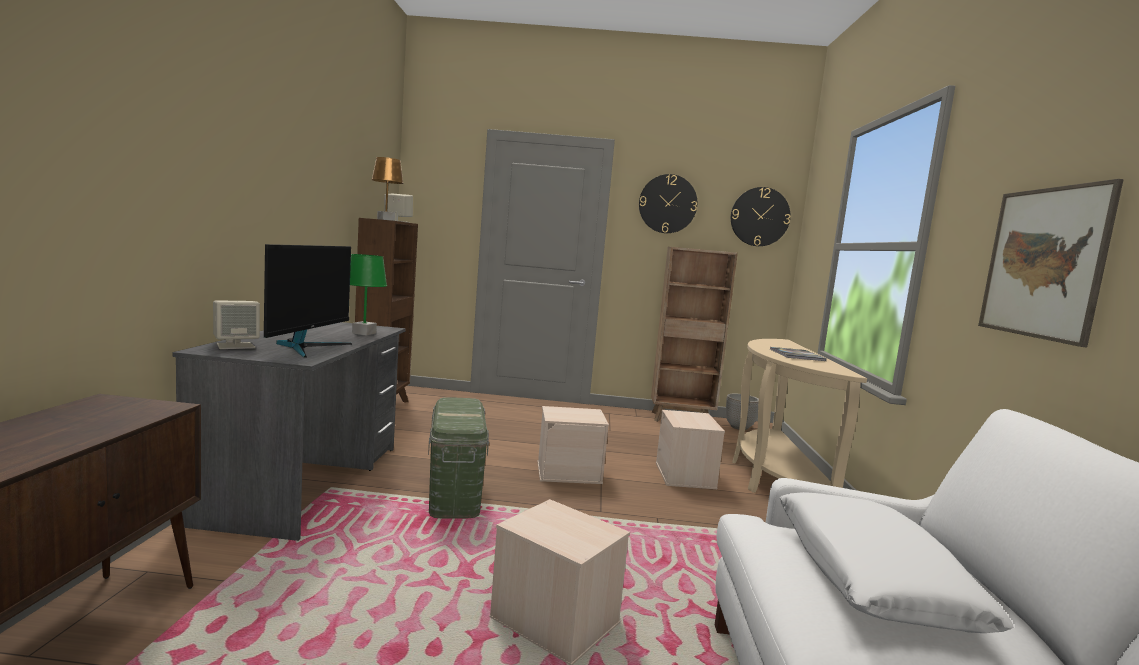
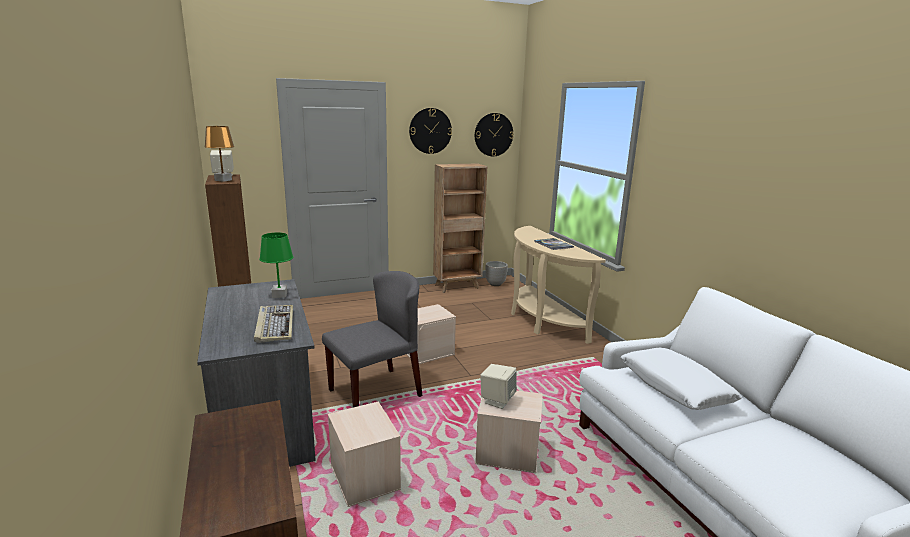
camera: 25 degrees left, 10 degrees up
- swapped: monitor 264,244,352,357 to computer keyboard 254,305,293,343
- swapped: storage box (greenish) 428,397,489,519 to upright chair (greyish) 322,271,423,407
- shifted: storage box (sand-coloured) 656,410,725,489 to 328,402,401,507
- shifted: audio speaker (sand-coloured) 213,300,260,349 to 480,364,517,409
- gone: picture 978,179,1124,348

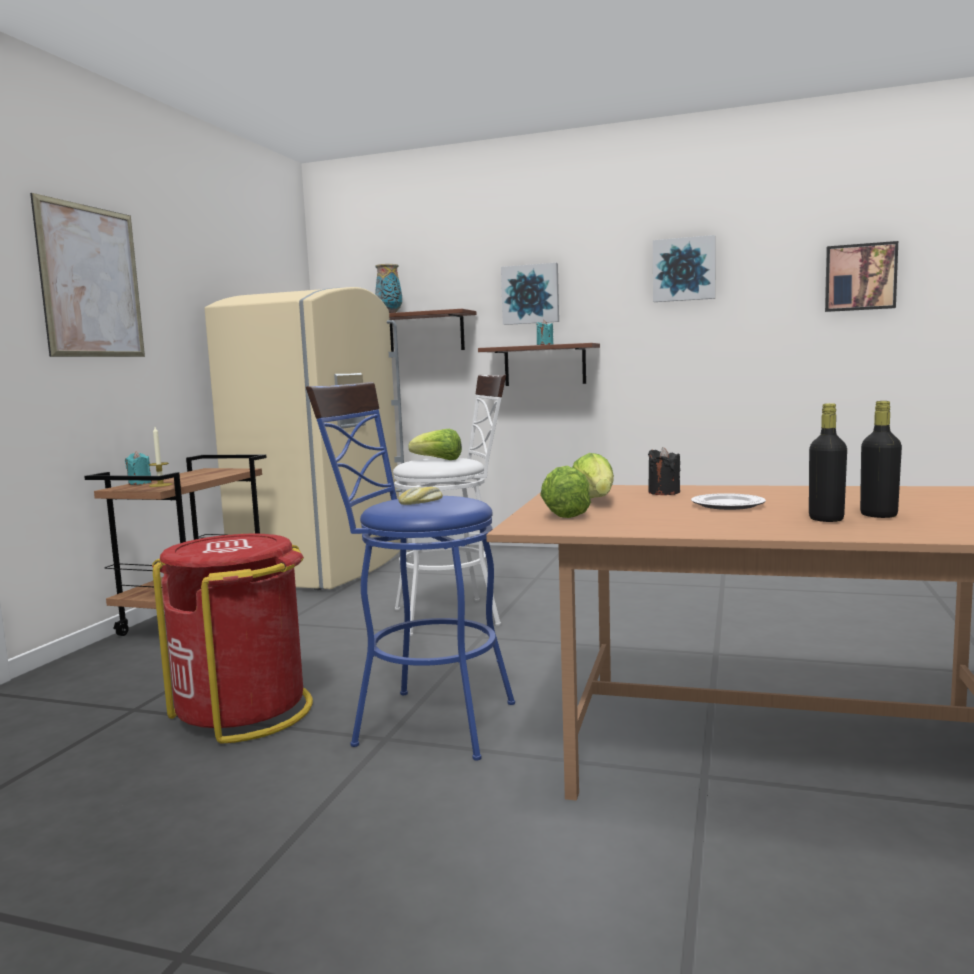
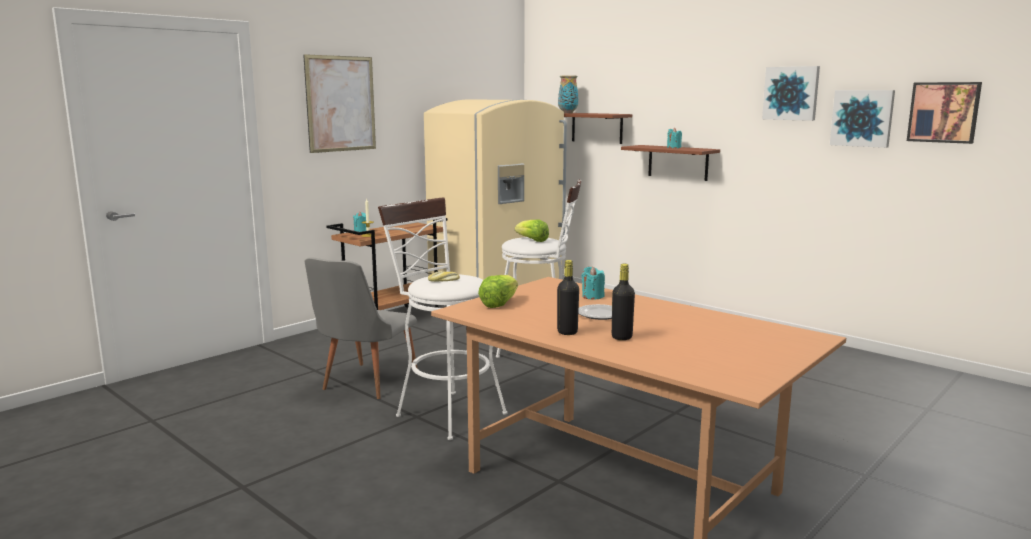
camera: 25 degrees right, 5 degrees up
- swapped: rubbish bin (reddish) 152,533,313,744 to upright chair (greyish) 305,257,418,399
- repainted: sitting stool (blue) 306,382,515,761 to sitting stool (whitish) 378,197,507,440
- shifted: bottle (blackish) 860,401,902,518 to 557,260,579,335
- repainted: candle (blackish) 648,447,680,495 to candle (blue-green) 582,266,605,300
- shifted: picture 501,263,559,325 to 830,90,895,148
- gone: lettuce 572,453,614,498

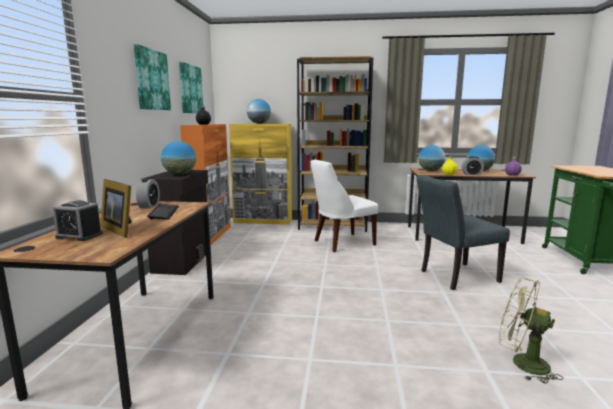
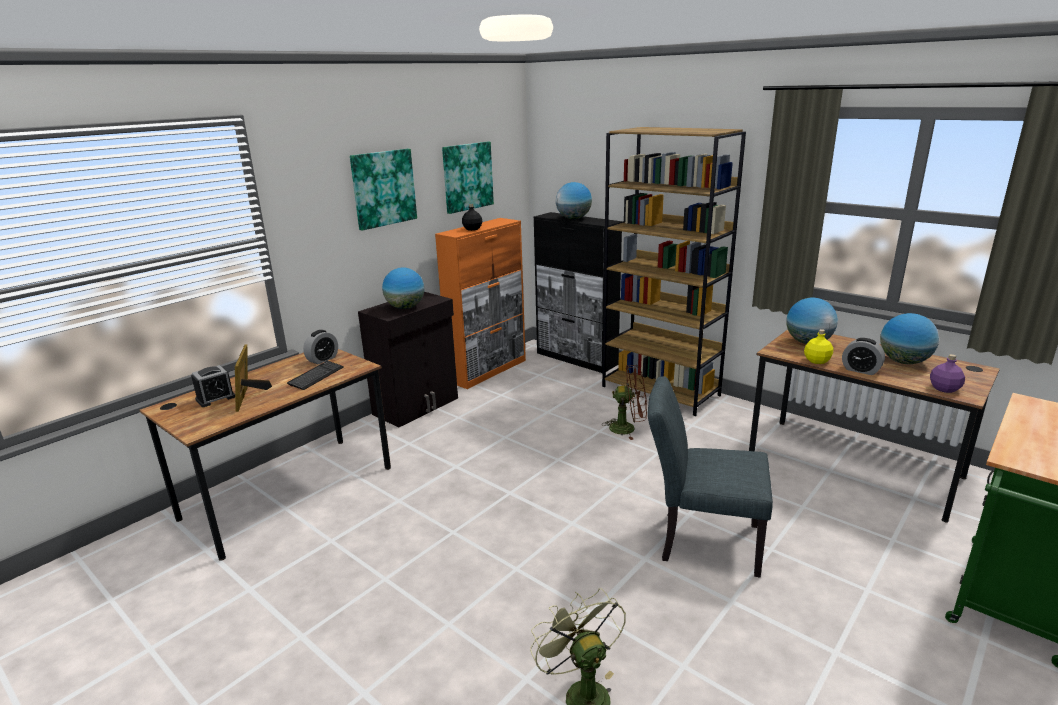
camera: 35 degrees right, 10 degrees up
- rotated: bedside clock 52,200,103,241 = 191,365,235,407 90 degrees counterclockwise
- repainted: storage cabinet (yellowish) 229,124,292,225 to storage cabinet (blackish) 534,212,622,373
- swapped: upright chair (whitish) 311,159,378,252 to fan (brown) 602,365,647,440

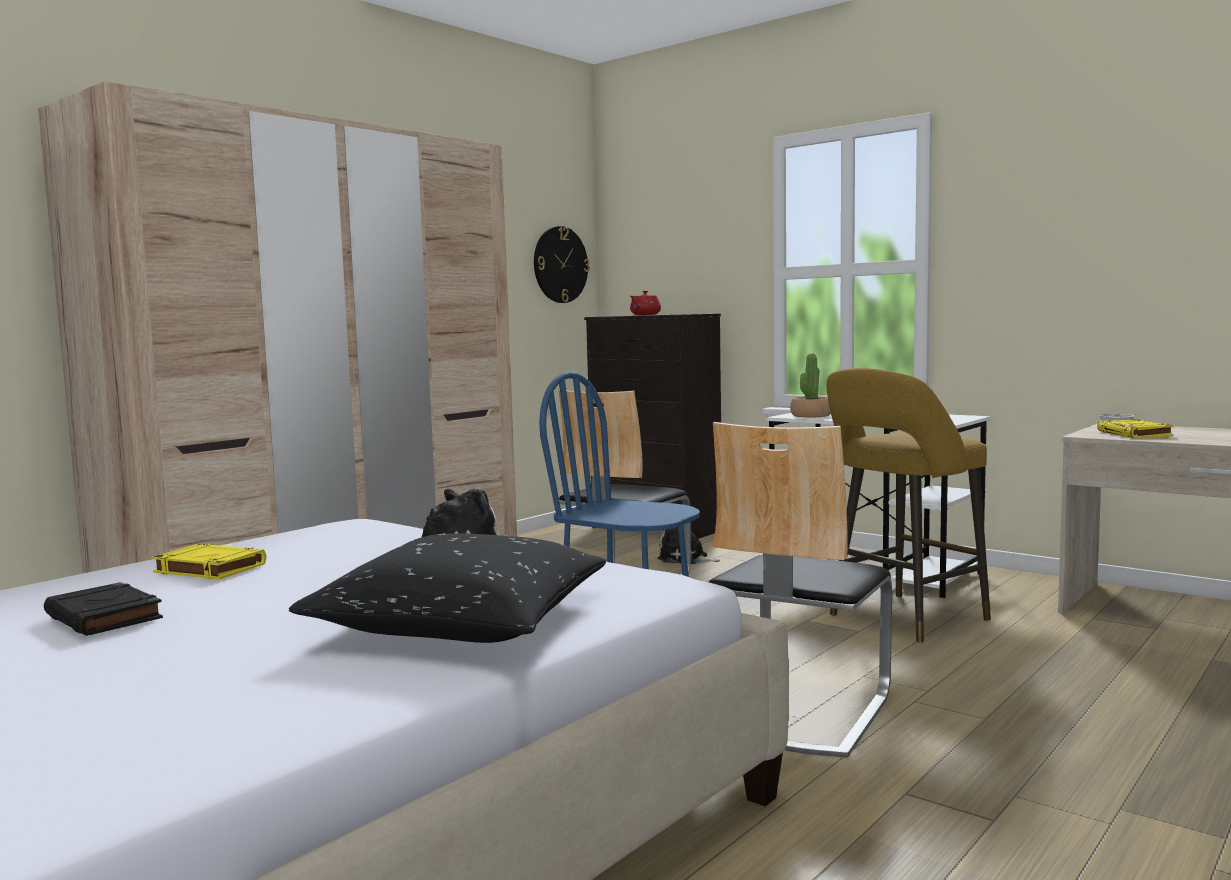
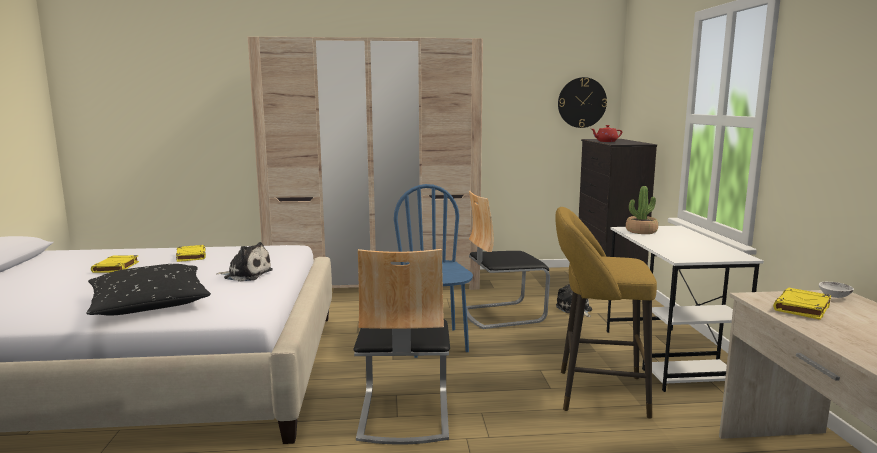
camera: 45 degrees right, 5 degrees up
- repainted: book (blackish) 44,582,163,636 to book (yellowish) 91,255,139,273
- rotated: upright chair 709,422,892,758 = 353,249,450,445 75 degrees counterclockwise

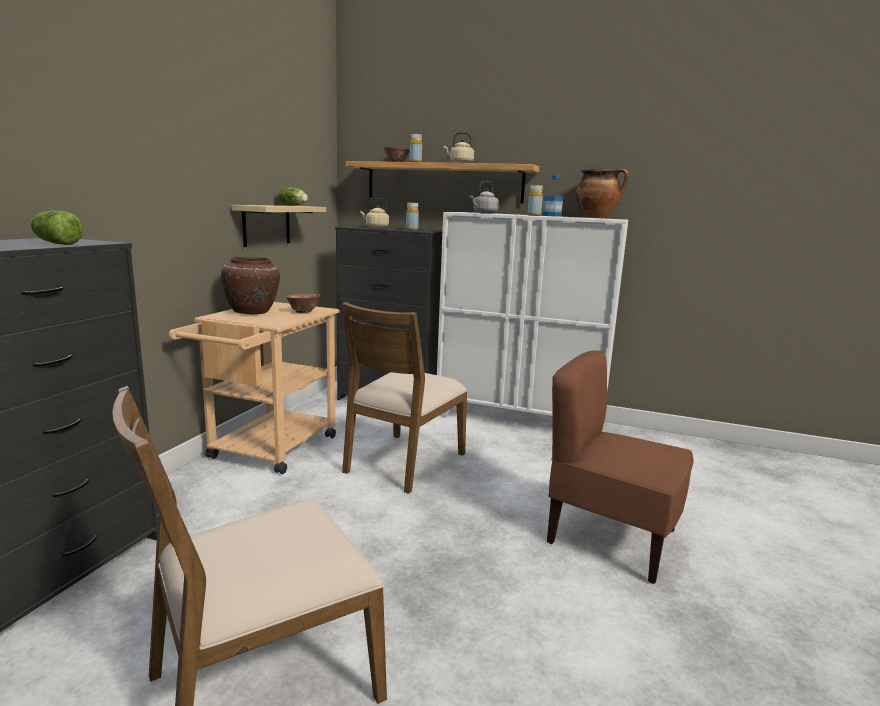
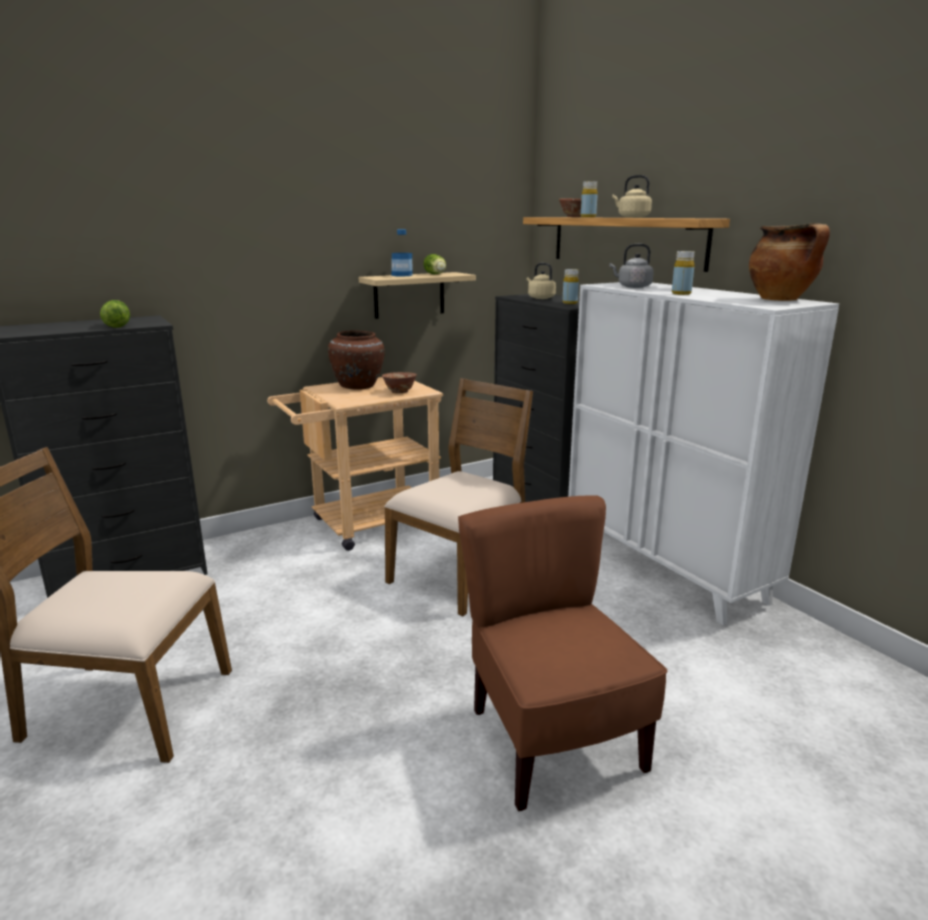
camera: 40 degrees right, 5 degrees up
- rotated: upright chair (brown) 342,302,468,494 = 384,378,533,616 150 degrees clockwise
- shifted: bottle 543,175,563,217 to 391,229,413,276

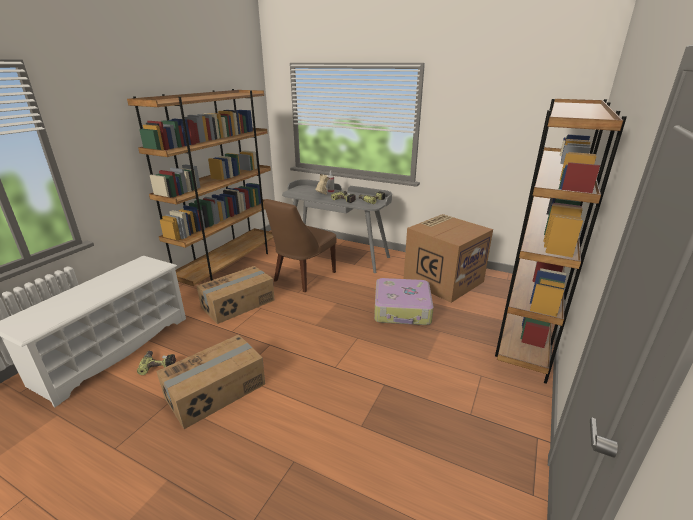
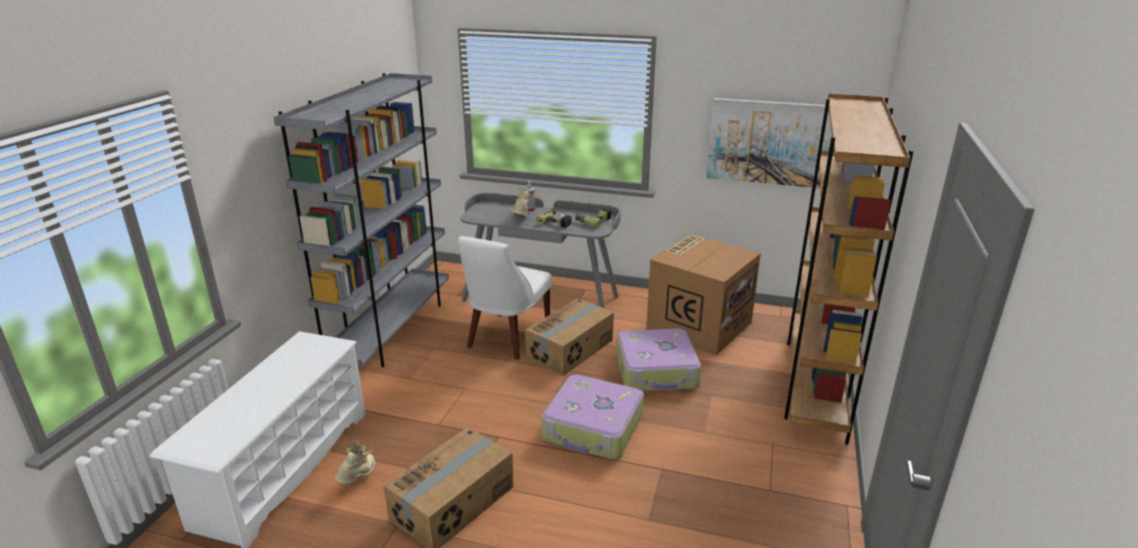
camera: 10 degrees left, 0 degrees up
- repainted: shelving unit (brown) 127,89,273,286 to shelving unit (greyish) 273,73,449,367
- swapped: power drill 137,351,176,375 to boot (sand-coloured) 335,441,375,484
- repainted: upright chair (brown) 264,199,337,292 to upright chair (whitish) 458,236,552,360
- shifted: cardboard box 197,266,274,324 to 525,298,614,376
- new: travel case 541,375,644,460
- new: picture 706,98,834,188

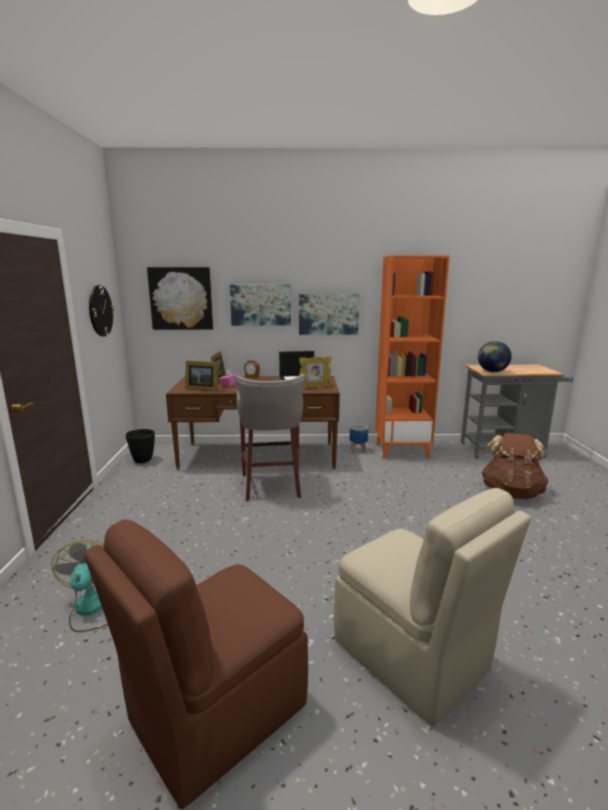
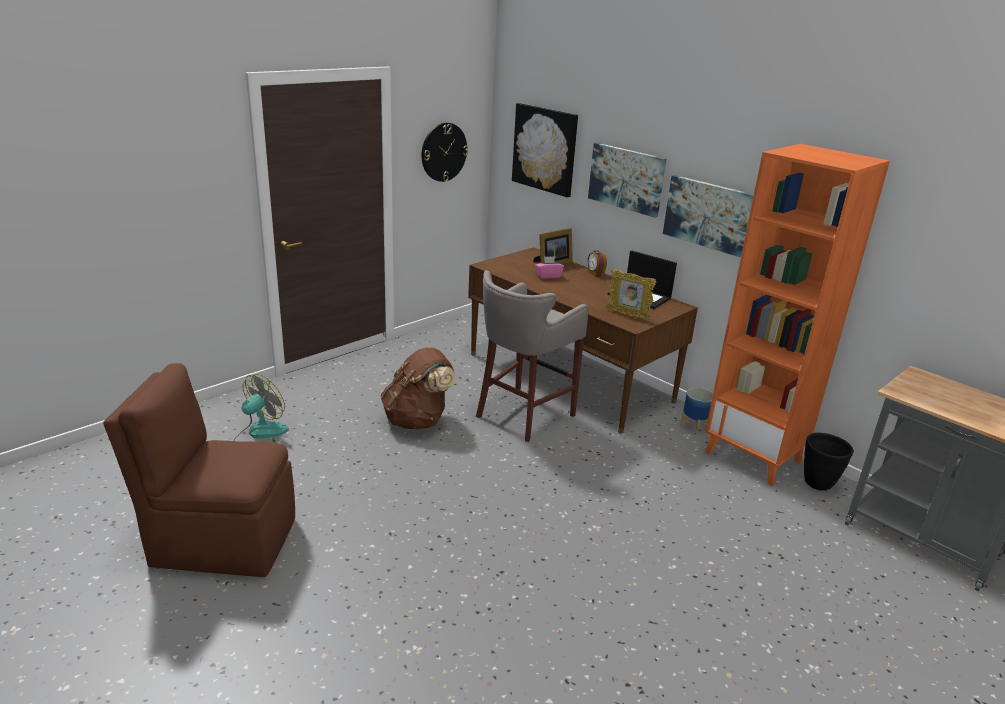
camera: 45 degrees right, 10 degrees up
- shifted: rucksack (brown) 482,433,549,499 to 381,347,456,429
- shifted: planter (blackish) 126,429,155,463 to 804,433,854,491
- gone: standing frame 185,360,218,392
- gone: upright chair (sand-coloured) 334,488,531,727
- gone: globe 478,341,512,372

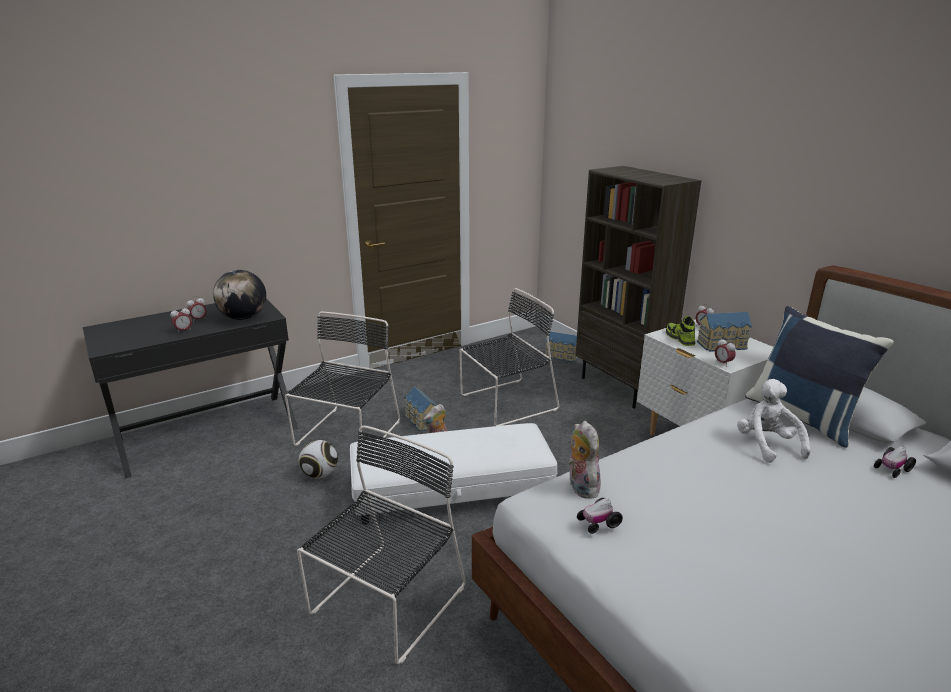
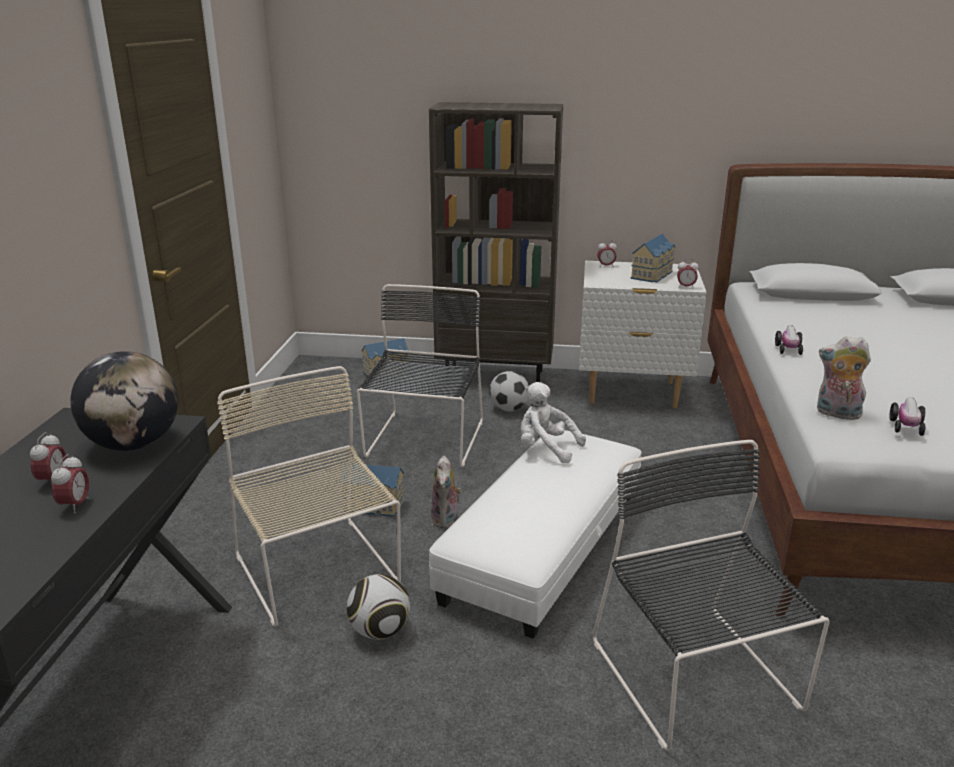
camera: 50 degrees left, 0 degrees up
- repainted: upright chair (blackish) 285,312,400,446 to upright chair (sand-coloured) 217,366,401,627
- new: ball for football 489,371,529,411
- shifted: soft toy (whitish) 737,379,810,463 to 521,382,586,463
- shifted: miniature car 874,446,916,478 to 775,325,803,355
- gone: low shoe 666,316,696,346
- gone: pillow (blue) 745,306,894,448

